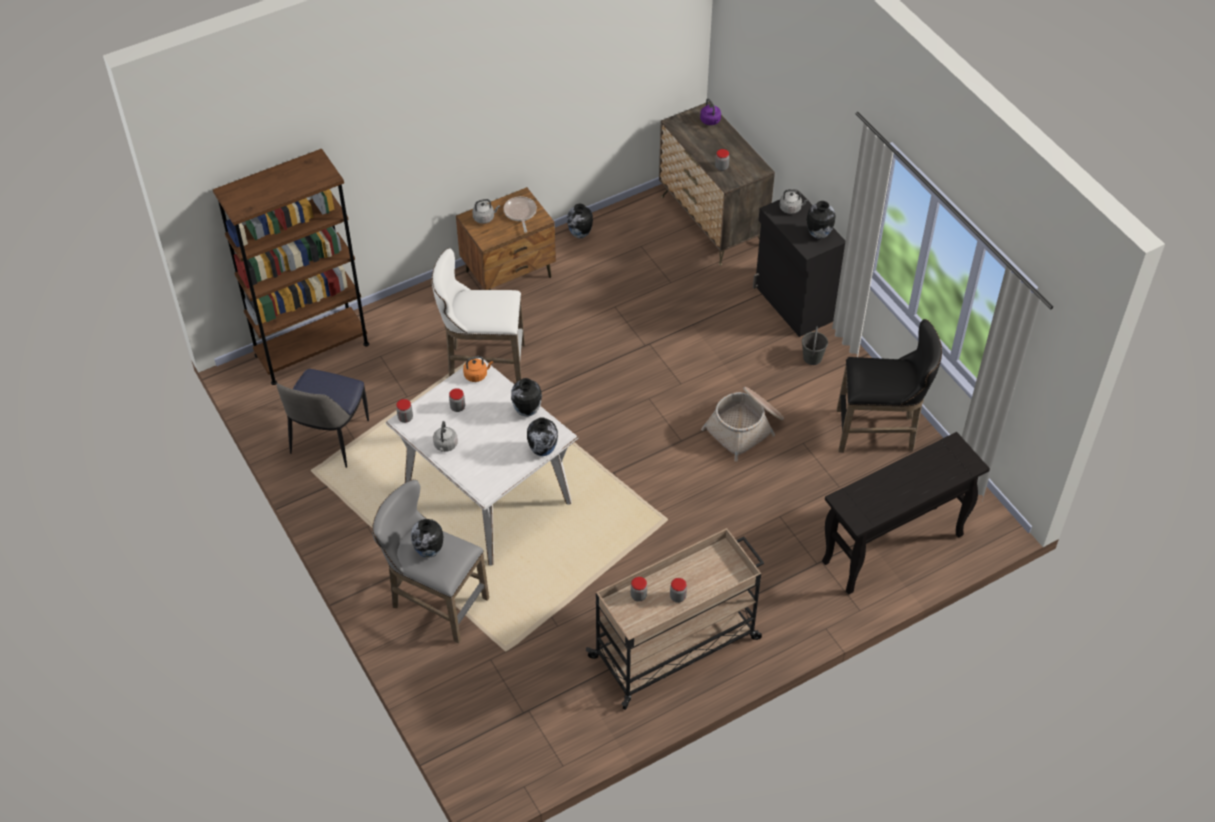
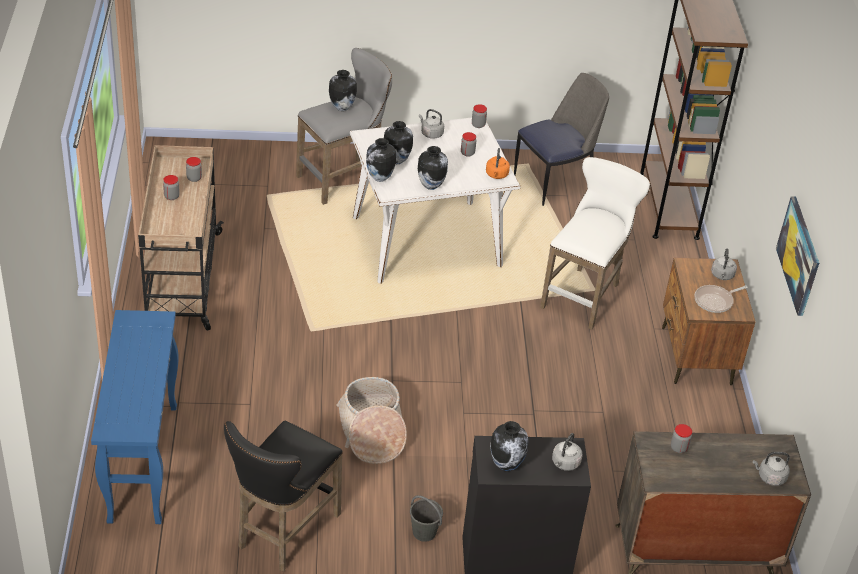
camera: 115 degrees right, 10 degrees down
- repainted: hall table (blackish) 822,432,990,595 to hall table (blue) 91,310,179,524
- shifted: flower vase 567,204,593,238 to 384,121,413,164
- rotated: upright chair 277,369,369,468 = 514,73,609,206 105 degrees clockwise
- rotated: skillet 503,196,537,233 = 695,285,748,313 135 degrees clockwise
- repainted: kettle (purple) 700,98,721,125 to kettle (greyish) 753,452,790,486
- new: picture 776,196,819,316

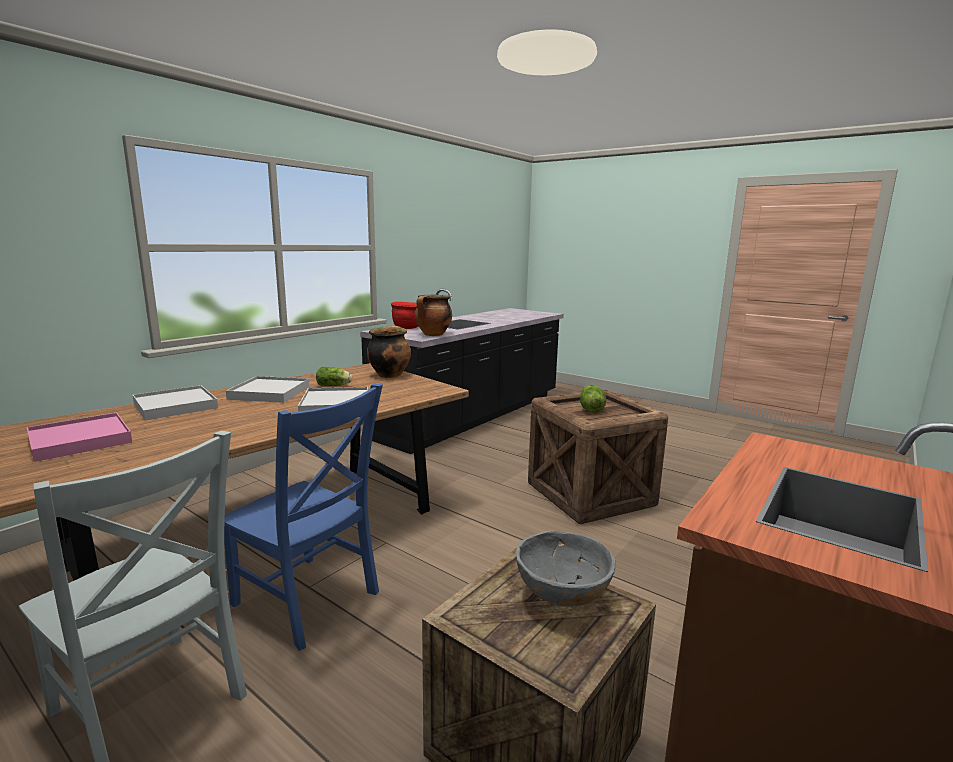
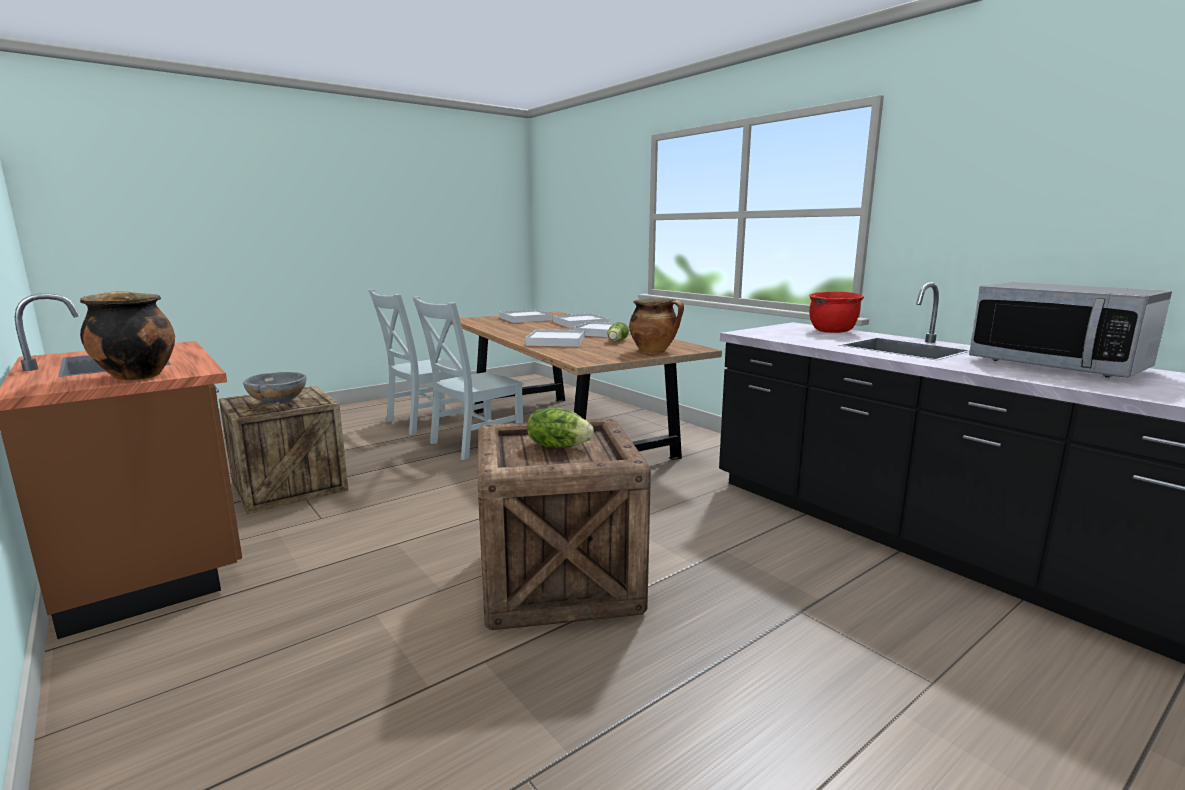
camera: 105 degrees right, 0 degrees up
- shifted: stockpot 415,295,452,336 to 80,291,175,381
- repainted: upright chair (blue) 224,384,383,651 to upright chair (greyish) 412,297,524,460
- repainted: tray (pink) 27,413,132,462 to tray (whitish) 500,309,553,323
- new: microwave 969,282,1172,378

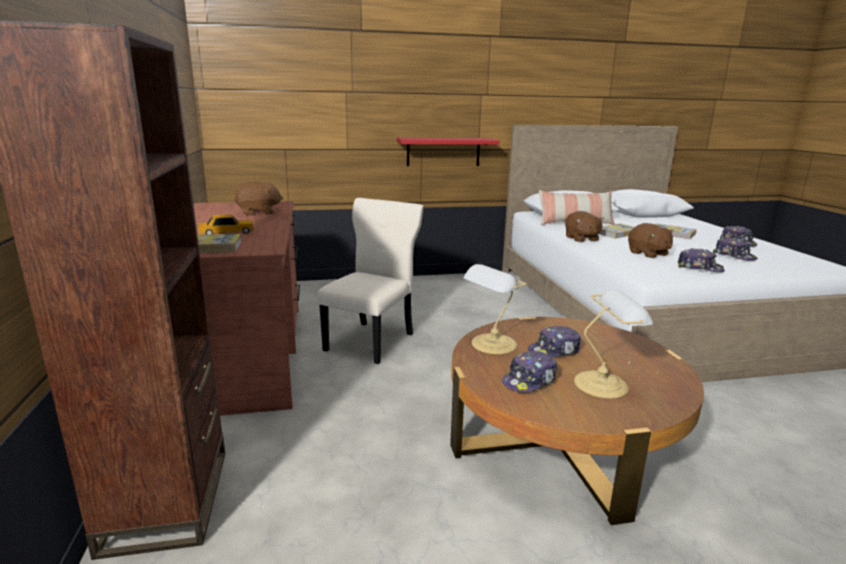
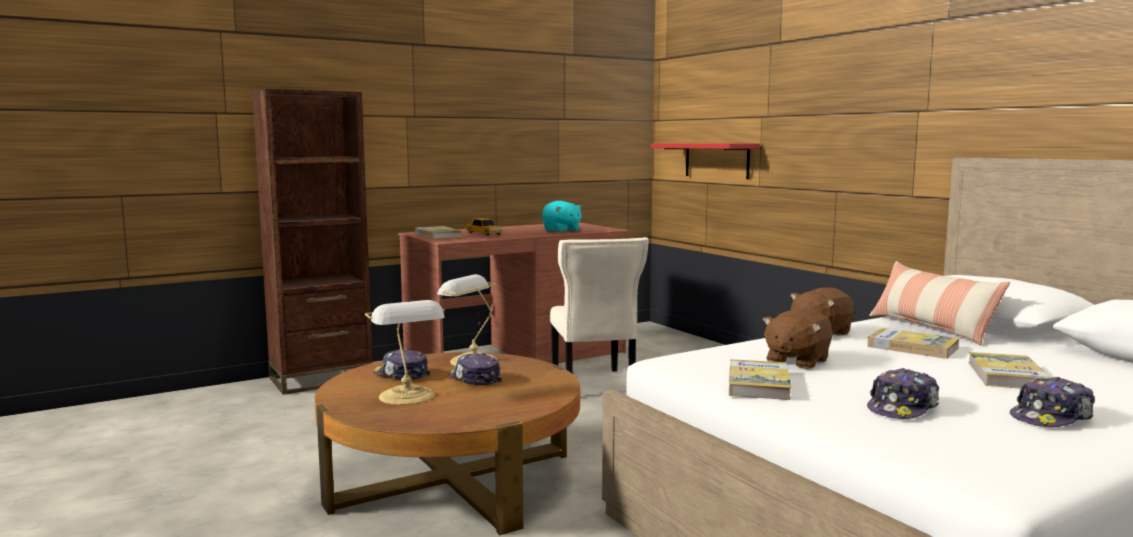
camera: 70 degrees right, 10 degrees down
- repainted: soft toy (brown) 234,182,283,216 to soft toy (blue-green) 542,201,583,232
- rotated: upright chair (sand-coloured) 317,198,424,364 = 550,237,649,374 75 degrees clockwise
- shifted: wall shelf (reddish) 397,138,500,166 to 651,143,760,179
- swapped: cap 678,248,725,273 to book 729,359,791,400

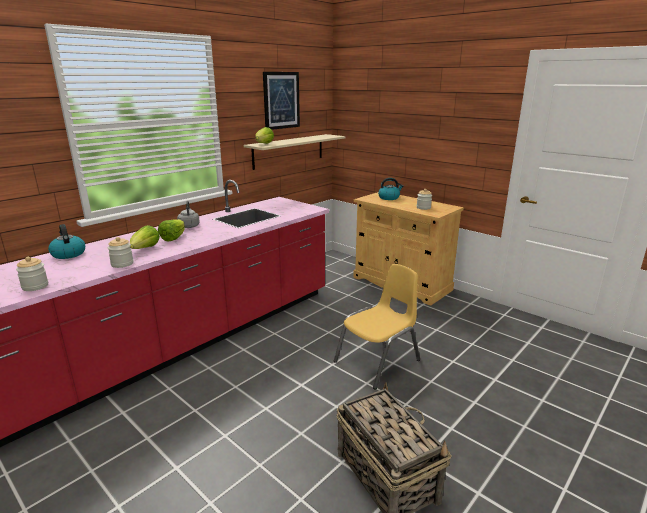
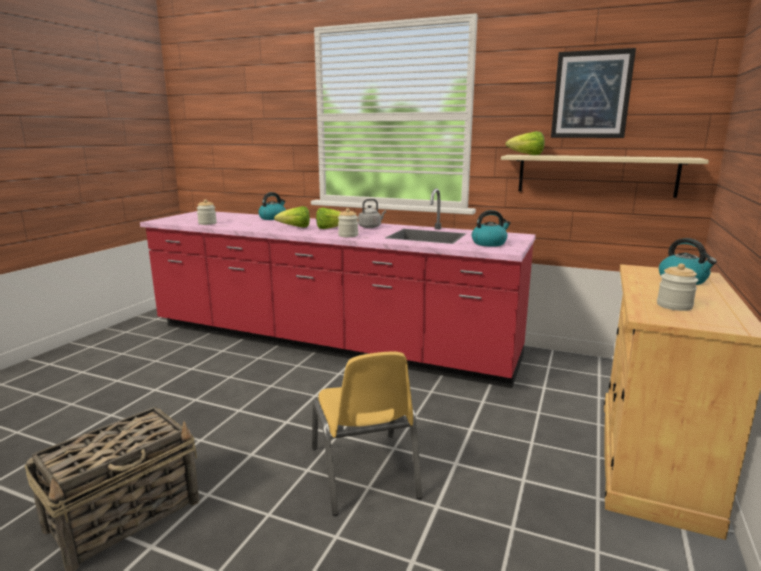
camera: 70 degrees right, 5 degrees down
- rotated: upright chair (yellowish) 334,264,420,389 = 312,351,422,516 45 degrees clockwise
- shifted: storage jar 108,237,133,268 to 338,208,358,237
- new: kettle 472,210,511,247

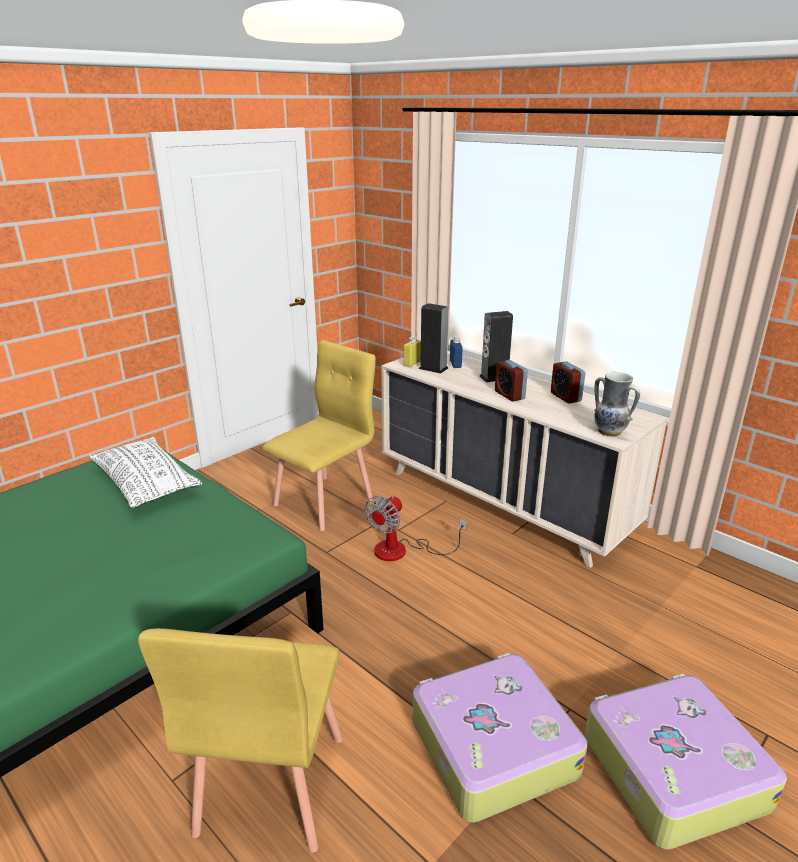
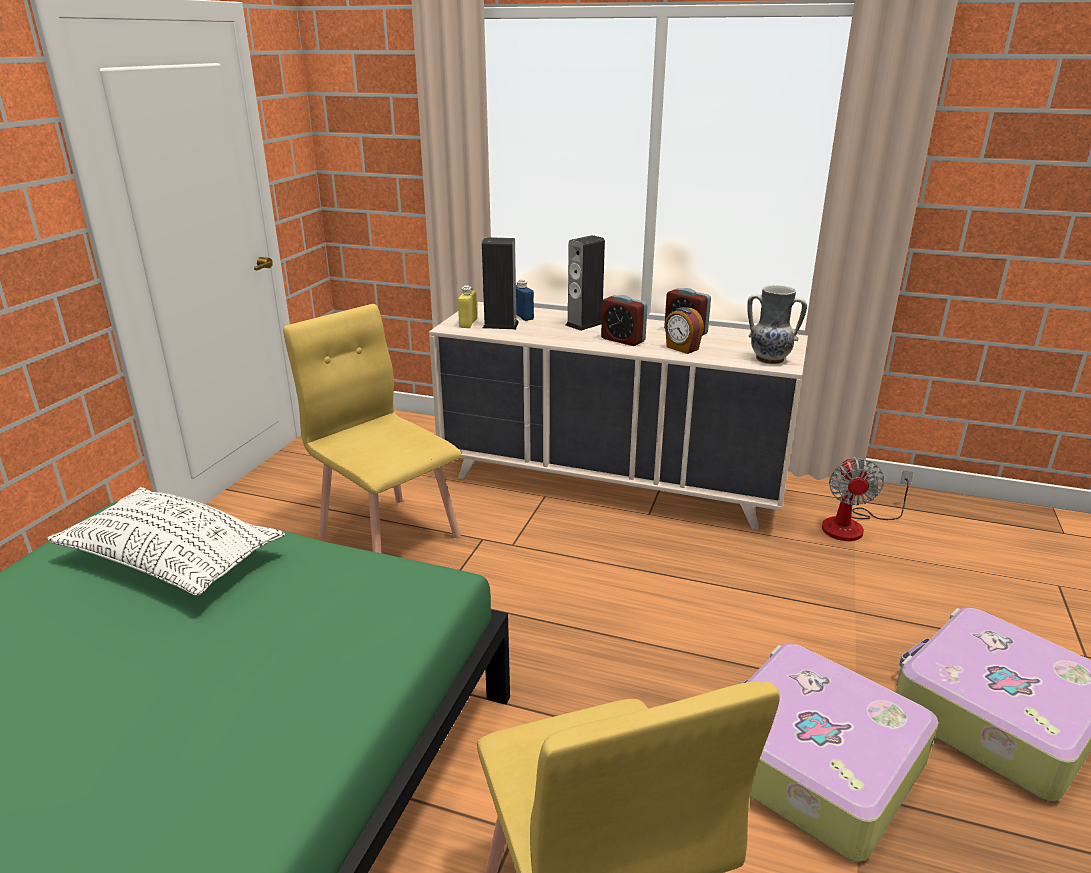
camera: 25 degrees left, 0 degrees up
- rotated: upright chair (yellowish) 262,340,376,531 = 283,304,461,553 60 degrees counterclockwise
- new: bedside clock 665,307,704,354
- shifted: fan 365,495,467,561 to 822,457,914,541

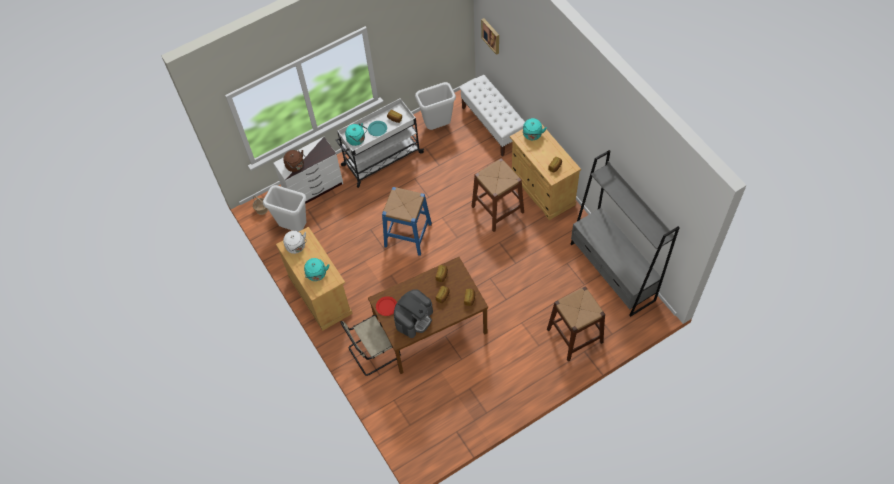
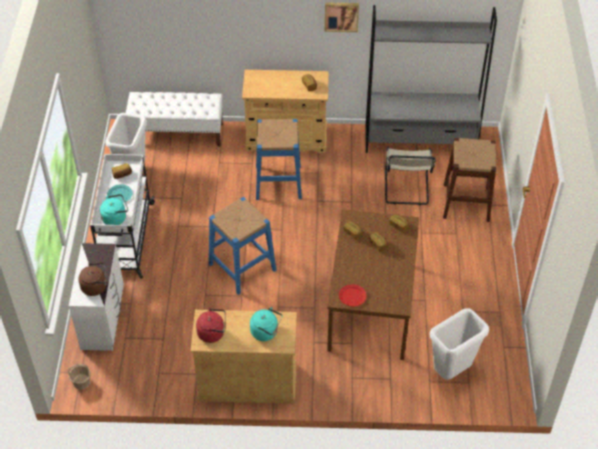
camera: 60 degrees left, 10 degrees down
- repainted: kettle (whitish) 283,231,307,254 to kettle (reddish) 196,307,226,343
- repainted: sitting stool (brown) 471,158,524,232 to sitting stool (blue) 256,119,302,200
- shifted: picture 481,18,499,55 to 325,3,359,32
- shifted: upright chair (sand-coloured) 341,315,401,376 to 385,147,436,205
- shifted: rubbish bin (whitish) 263,185,306,232 to 430,308,489,380
- gone: coffee maker 394,289,433,338
- gone: kettle (blue-green) 523,118,547,140

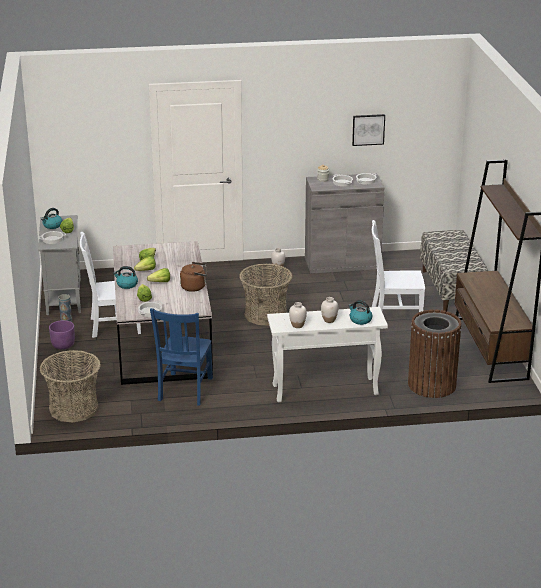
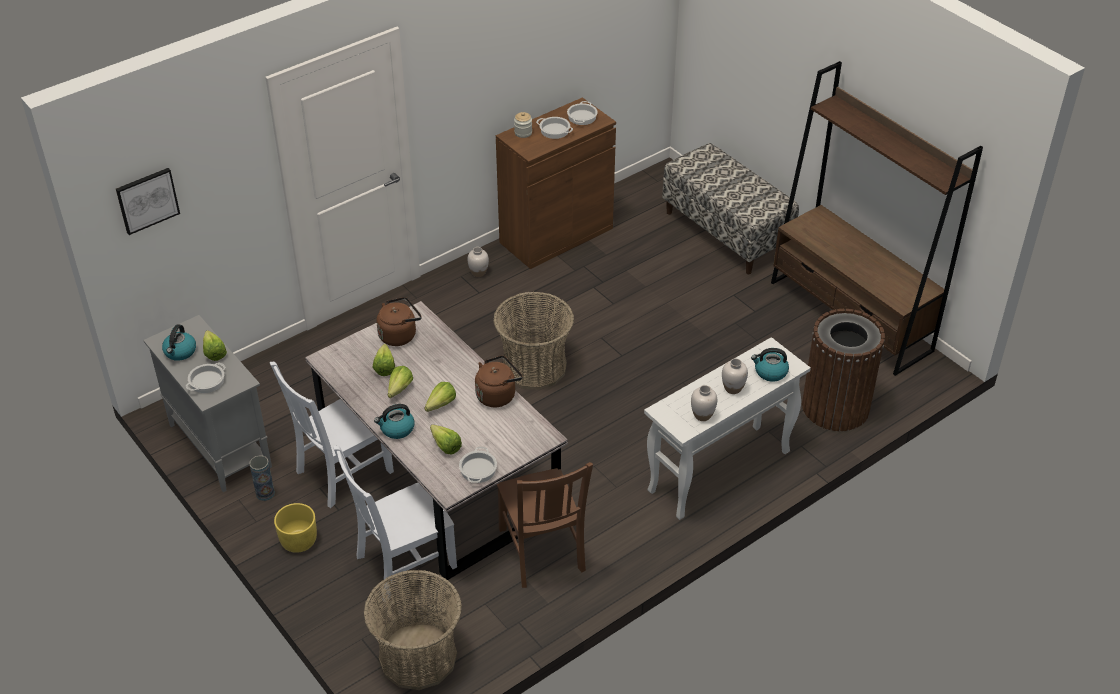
camera: 30 degrees left, 15 degrees up
- shifted: picture 352,114,385,146 to 116,168,180,235
- repainted: planter (purple) 49,320,75,349 to planter (yellowish) 274,503,317,553
- shifted: upright chair (whitish) 372,220,425,312 to 333,446,457,600
- new: kettle (brown) 376,297,422,346
- repainted: storage cabinet (greyish) 305,173,384,274 to storage cabinet (brown) 496,97,616,269
- repainted: upright chair (blue) 150,308,213,406 to upright chair (brown) 497,462,593,588

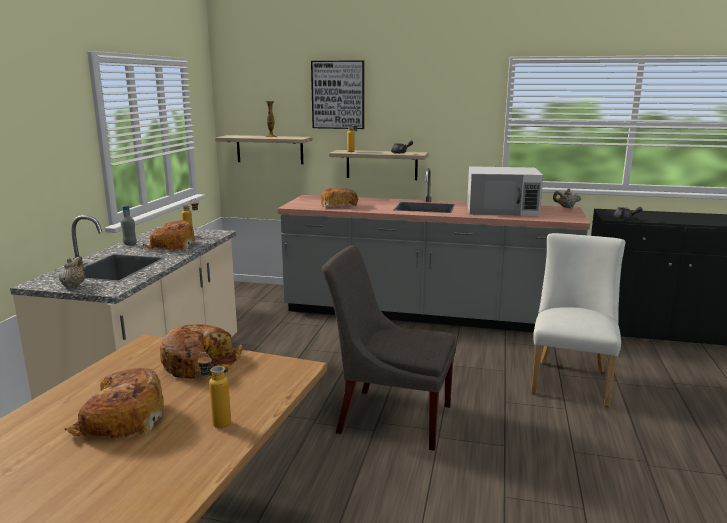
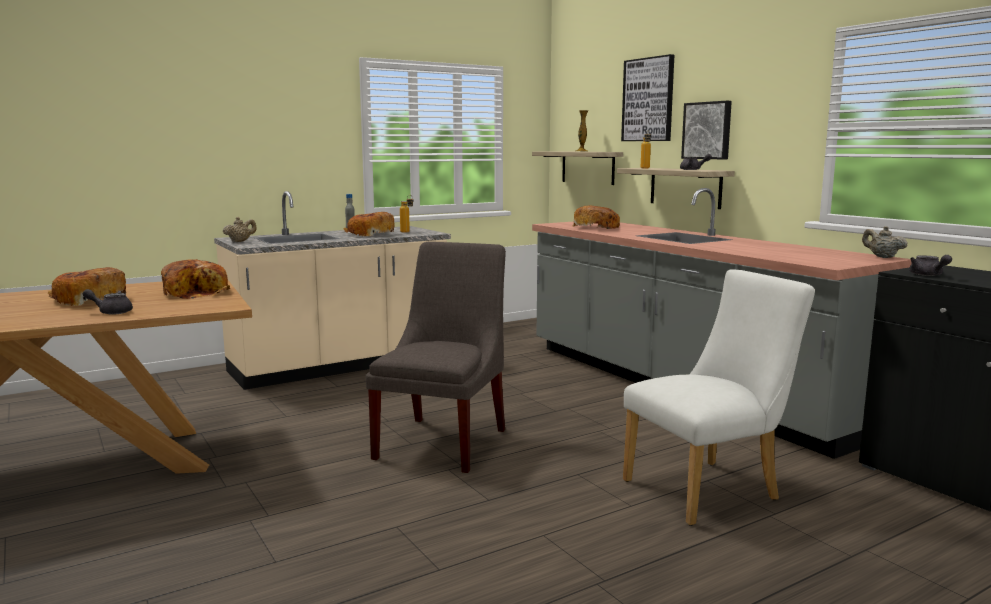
camera: 45 degrees right, 5 degrees down
- swapped: bottle 198,352,231,428 to pot for tea (greyish) 83,289,133,315
- rotated: upright chair (greyish) 322,246,456,451 = 366,242,506,473 45 degrees clockwise
- new: picture 681,101,732,159
- gone: microwave (whitish) 467,166,543,216

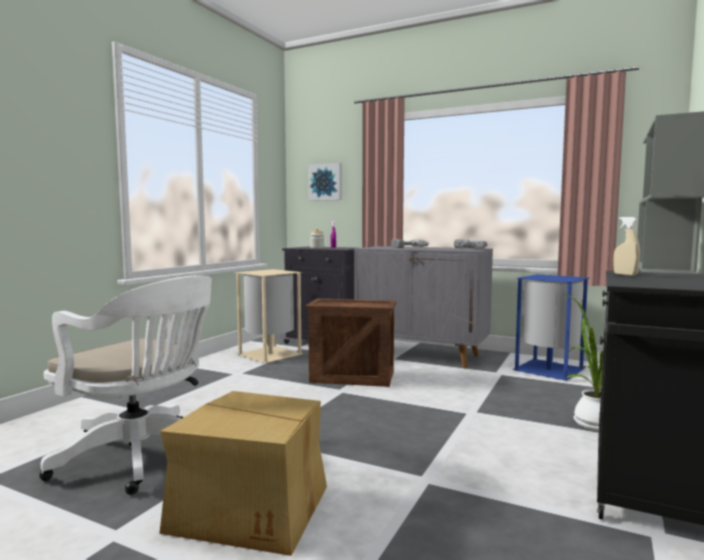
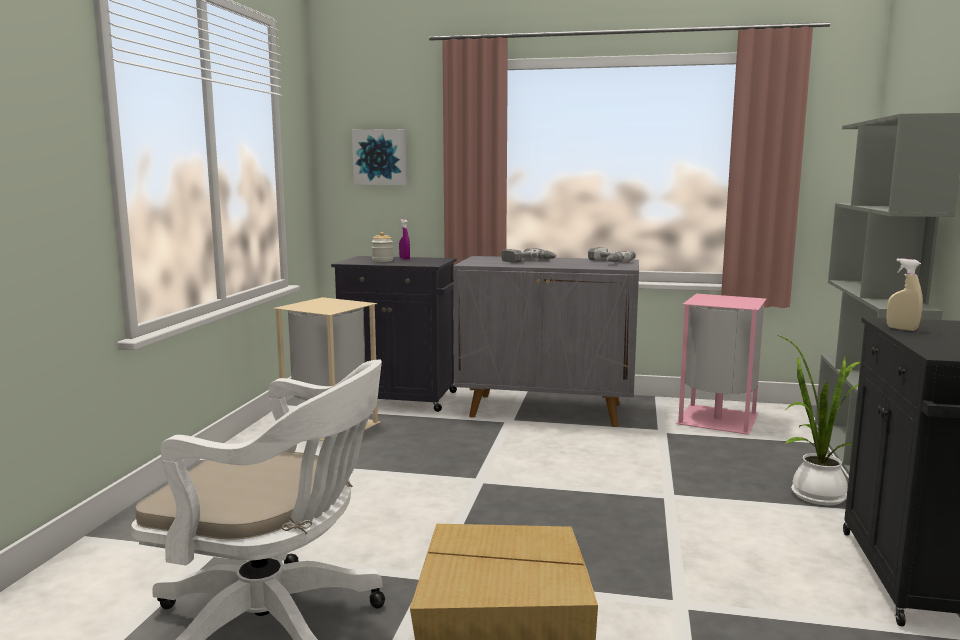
camera: 15 degrees left, 5 degrees up
- repainted: rubbish bin (blue) 513,274,589,381 to rubbish bin (pink) 676,294,766,434
- gone: shipping crate 305,299,397,387

